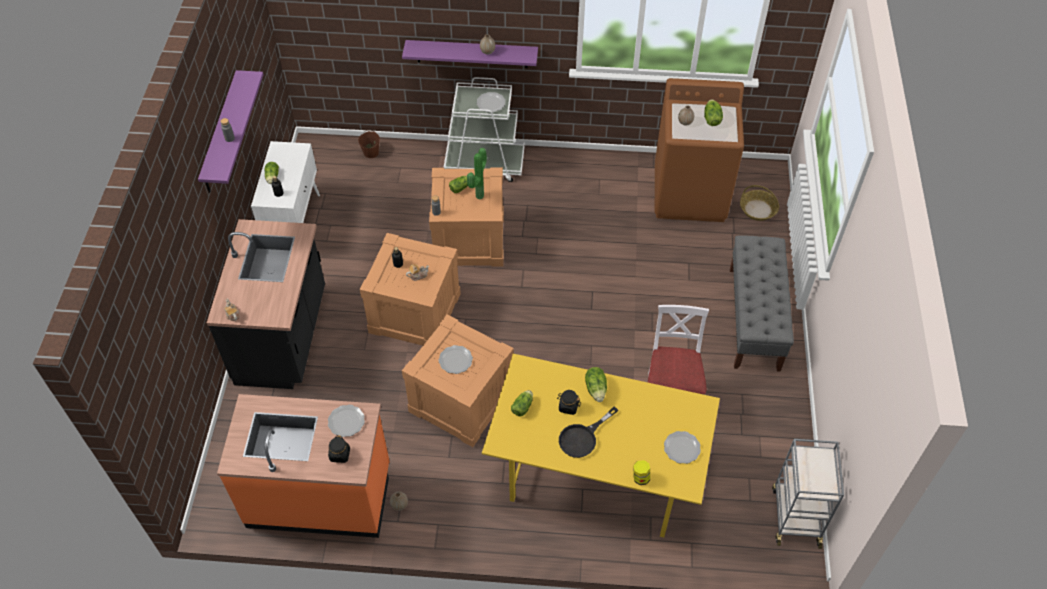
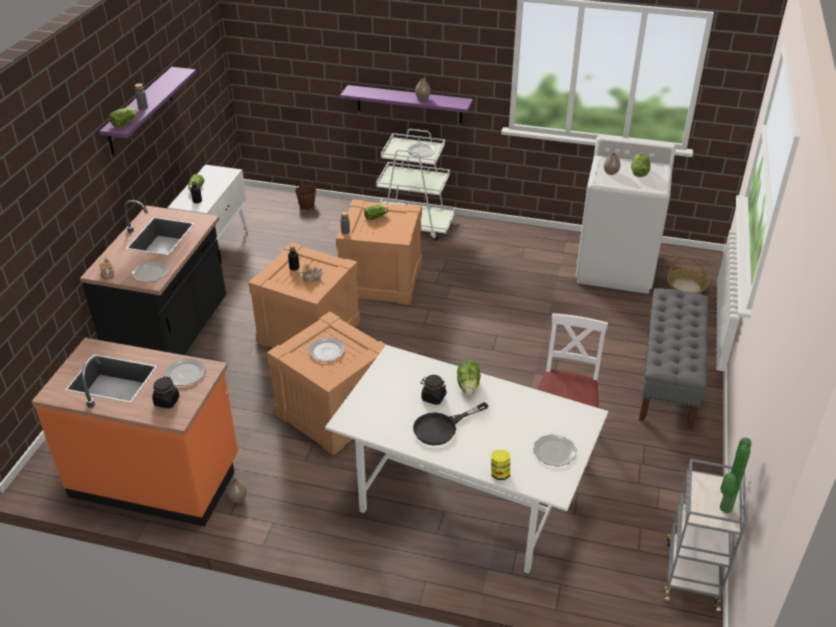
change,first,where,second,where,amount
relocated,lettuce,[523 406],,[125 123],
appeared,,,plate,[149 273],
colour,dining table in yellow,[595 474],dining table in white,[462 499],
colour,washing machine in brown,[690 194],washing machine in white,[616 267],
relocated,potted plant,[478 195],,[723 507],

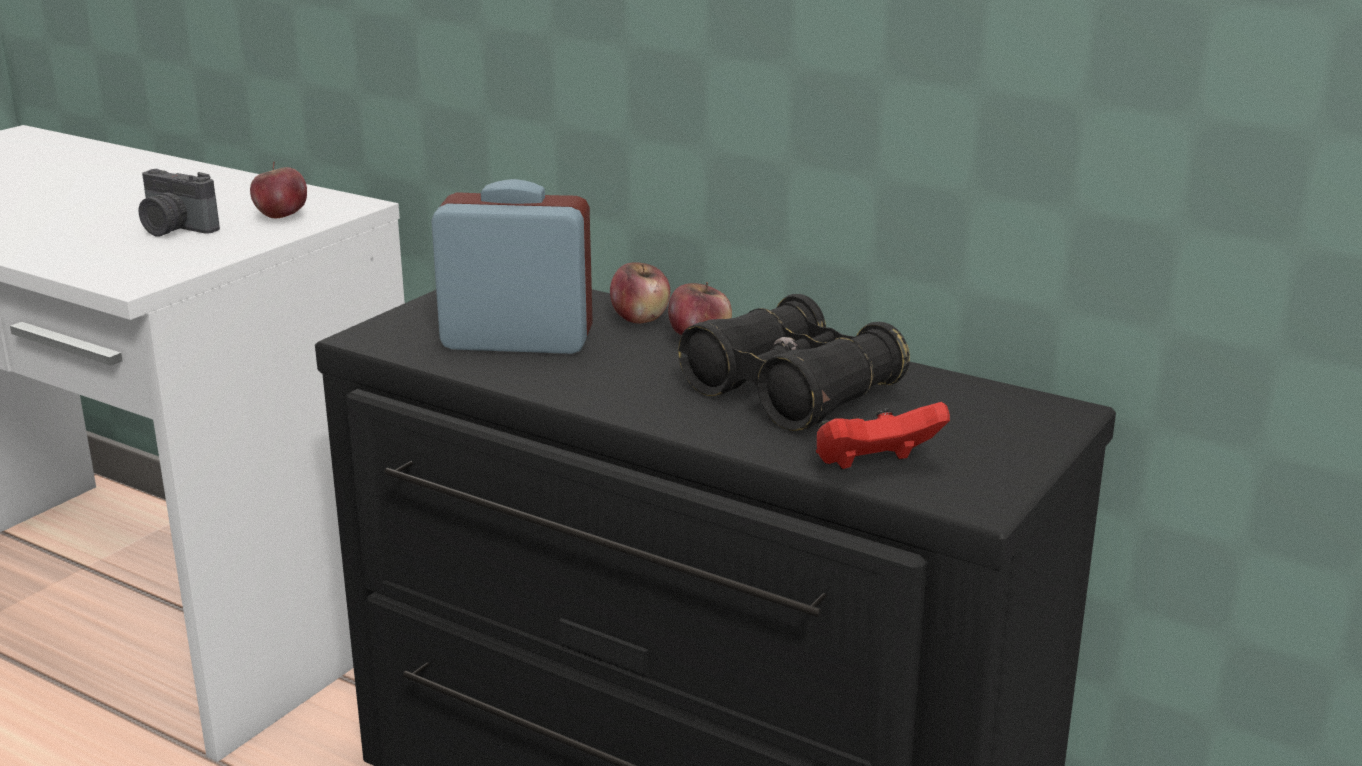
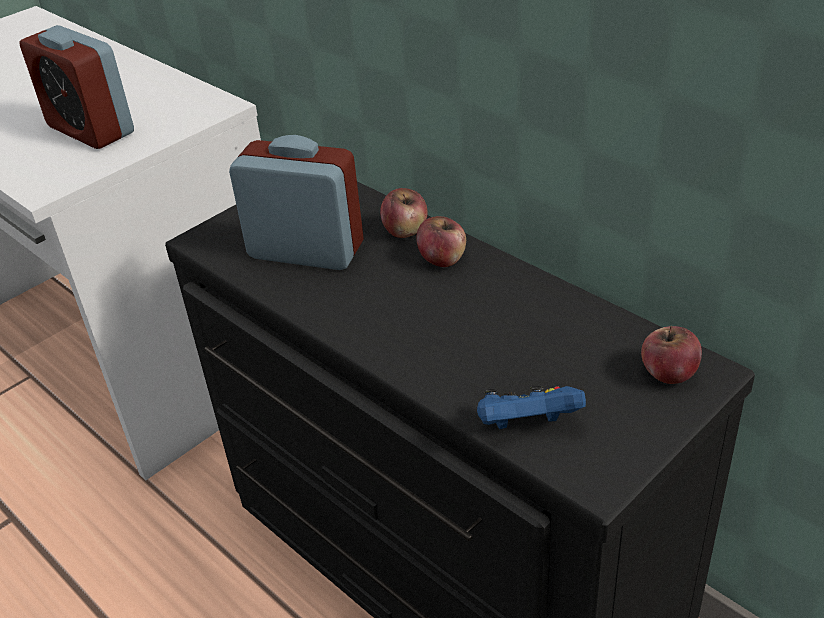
change,first,where,second,where,amount
exchanged,photo camera,[174 229],alarm clock,[91 130],
colour,game controller in red,[874 466],game controller in blue,[527 426],
relocated,apple,[281 216],,[668 373],
missing,binoculars in black,[792 392],,,

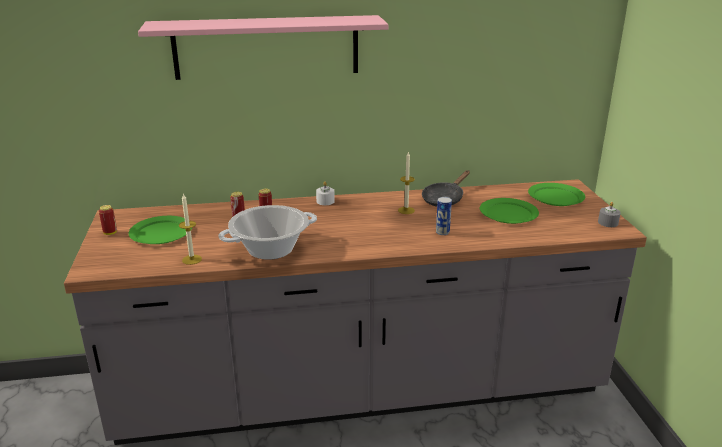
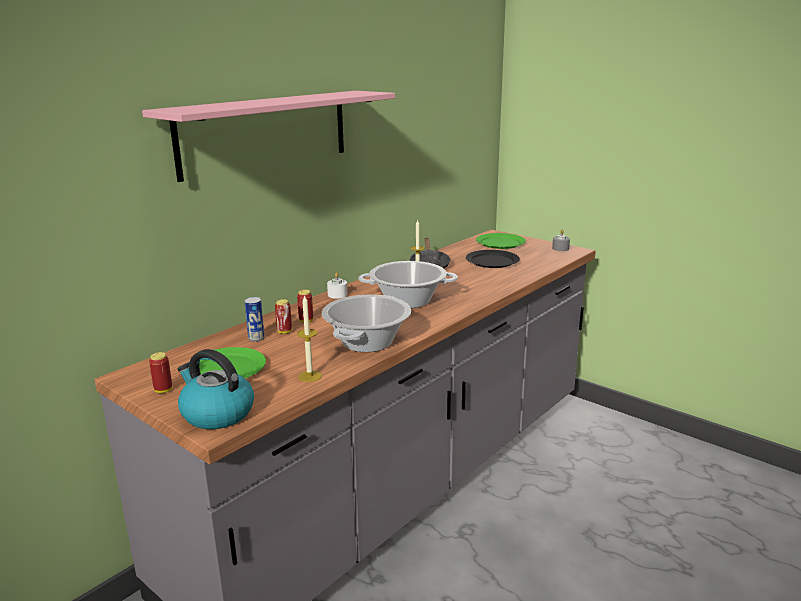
change,first,where,second,where,amount
appeared,,,kettle,[216 414],
relocated,can,[442 232],,[256 338],
appeared,,,cooking pot,[408 301],
colour,plate in green,[508 214],plate in black,[492 261],

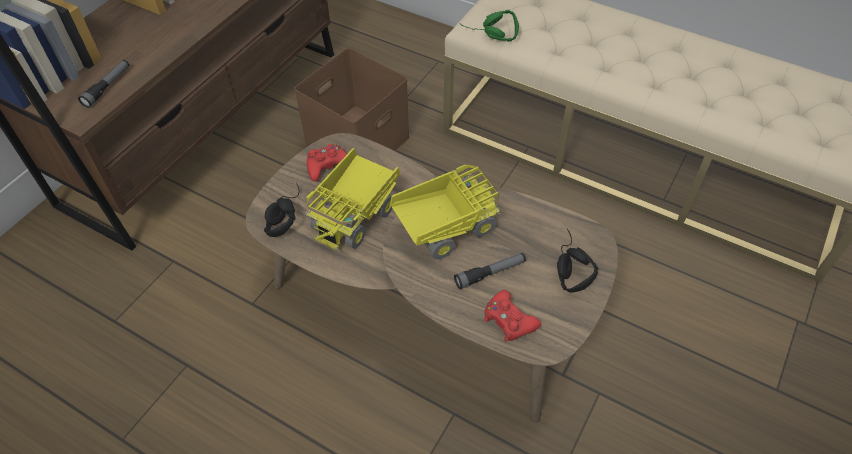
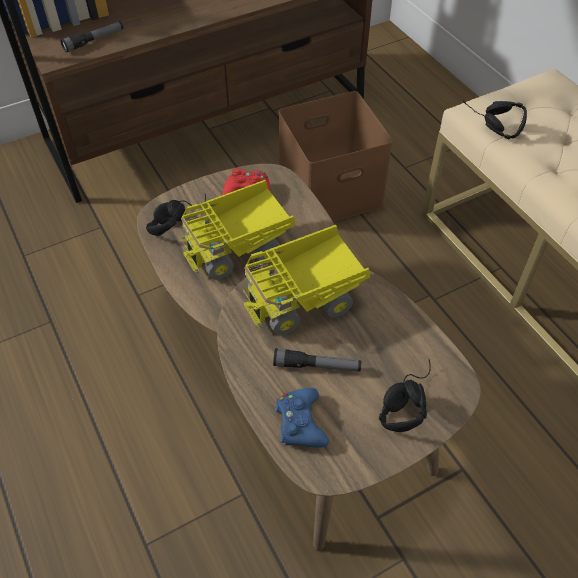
change,first,where,second,where,amount
spun,toy truck,[445 229],,[305 299],150 degrees clockwise
colour,game controller in red,[509 320],game controller in blue,[300 423],
colour,headphones in green,[488 36],headphones in black,[488 125],

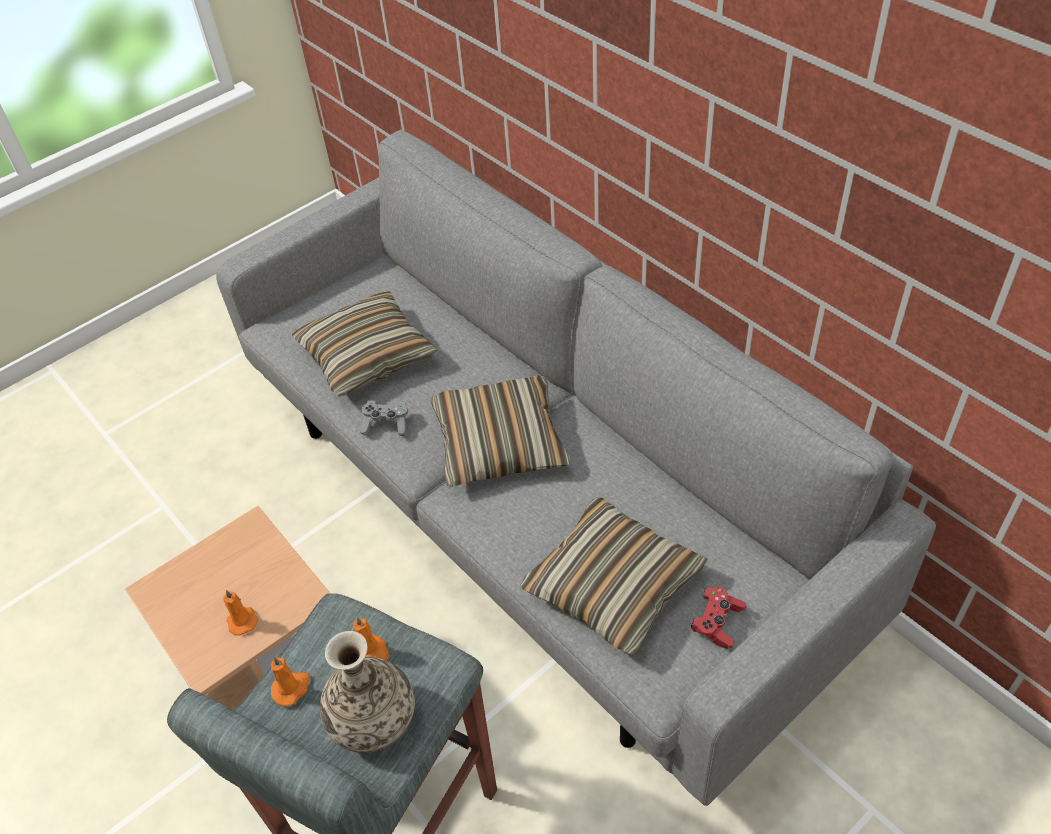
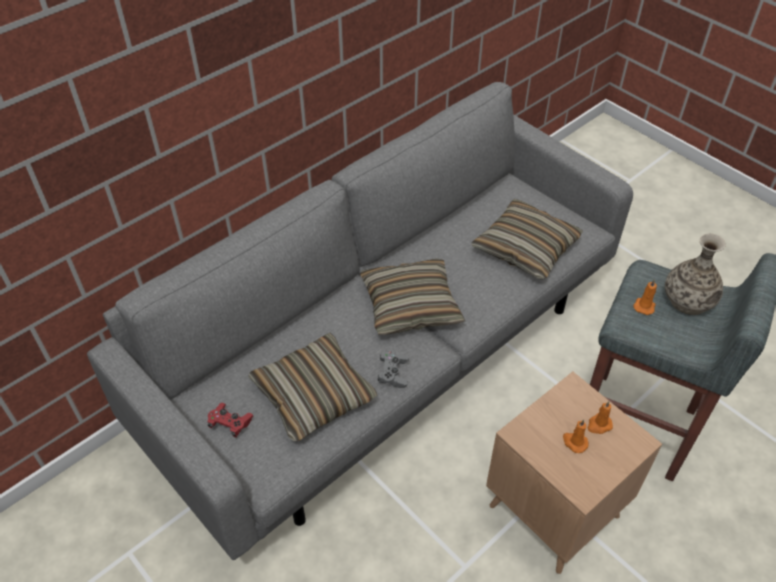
change,first,where,second,where,amount
relocated,game controller in red,[717 622],,[230 423],
relocated,candle in orange,[292 688],,[574 442],

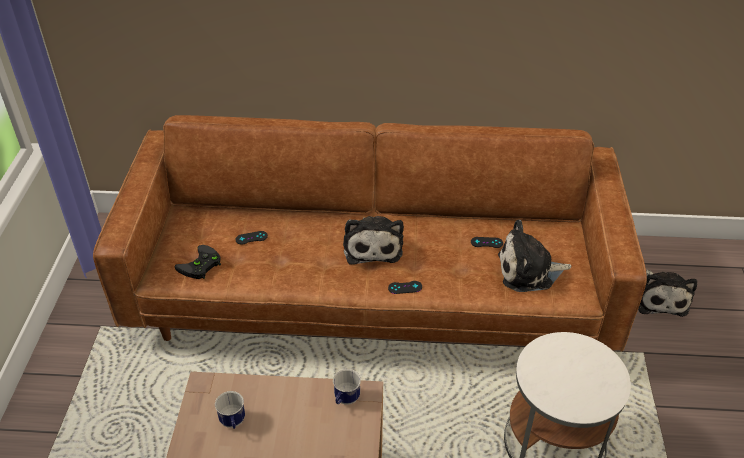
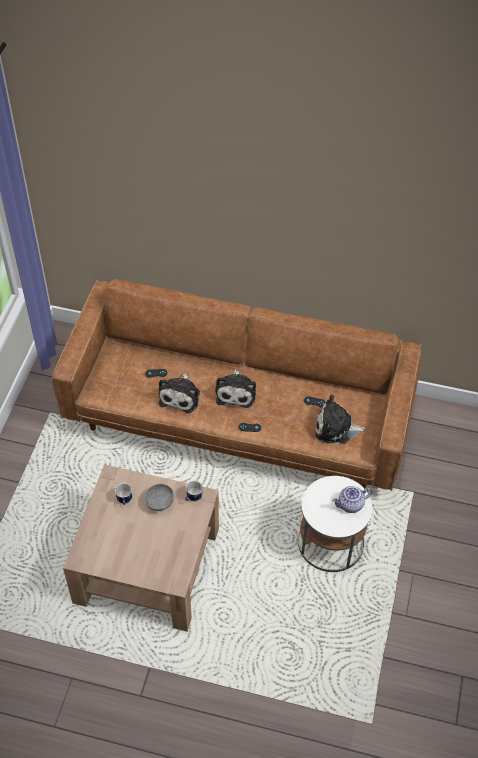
change,first,where,second,where,amount
appeared,,,bowl in grey,[159 502],
relocated,plush toy,[659 298],,[181 396],
appeared,,,teapot,[350 505],
missing,game controller in black,[200 266],,,

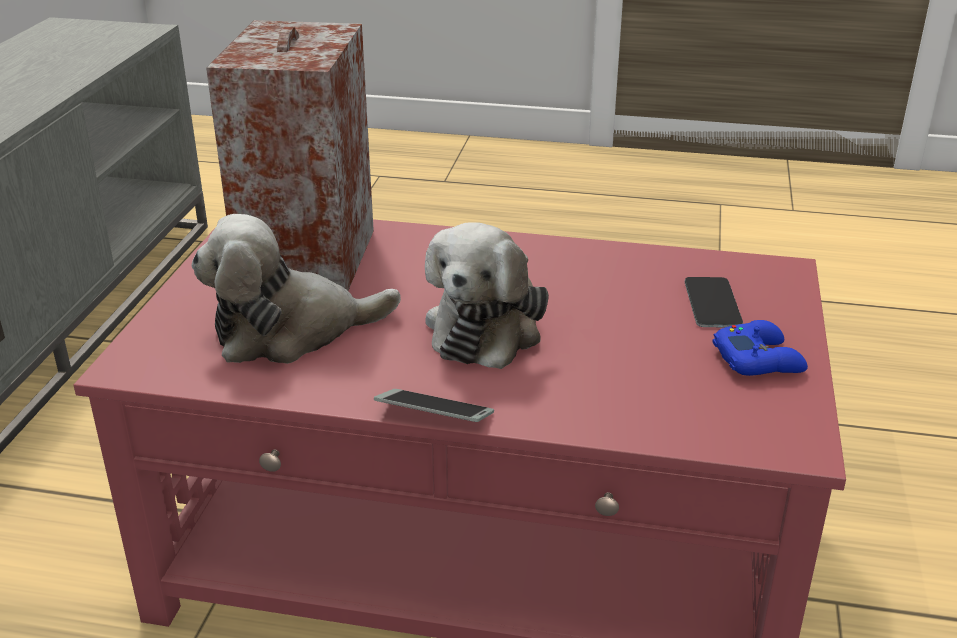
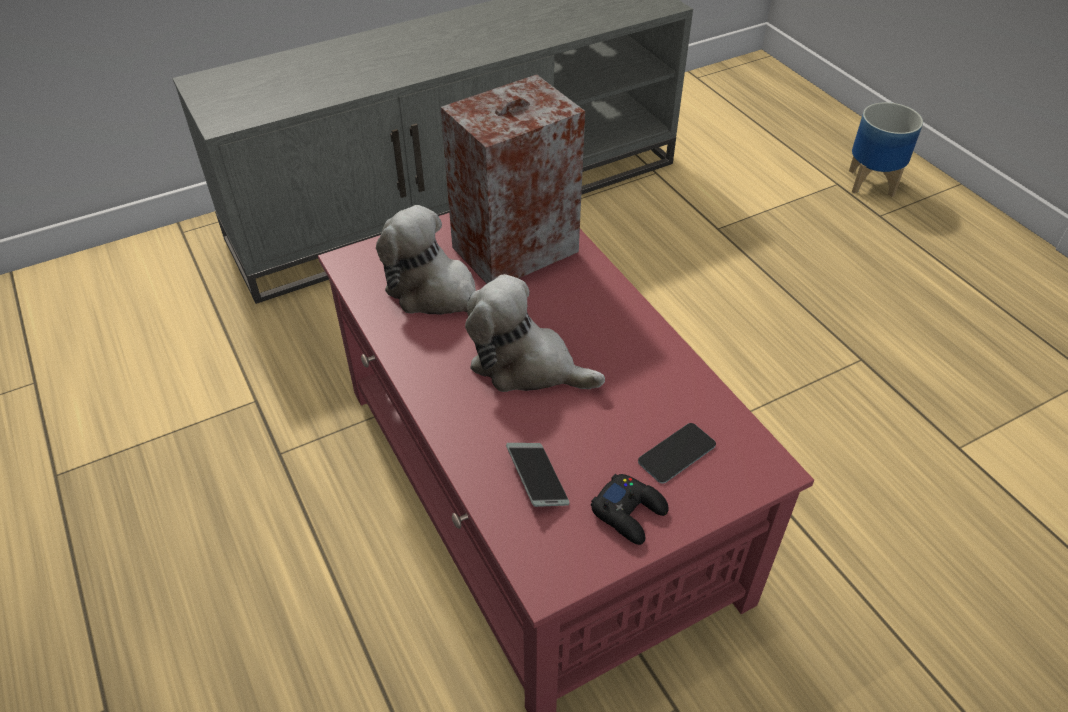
change,first,where,second,where,amount
spun,plush toy,[487 327],,[526 365],45 degrees clockwise
relocated,phone,[434 415],,[537 479],
colour,game controller in blue,[758 359],game controller in black,[629 513],
appeared,,,planter,[871 182],

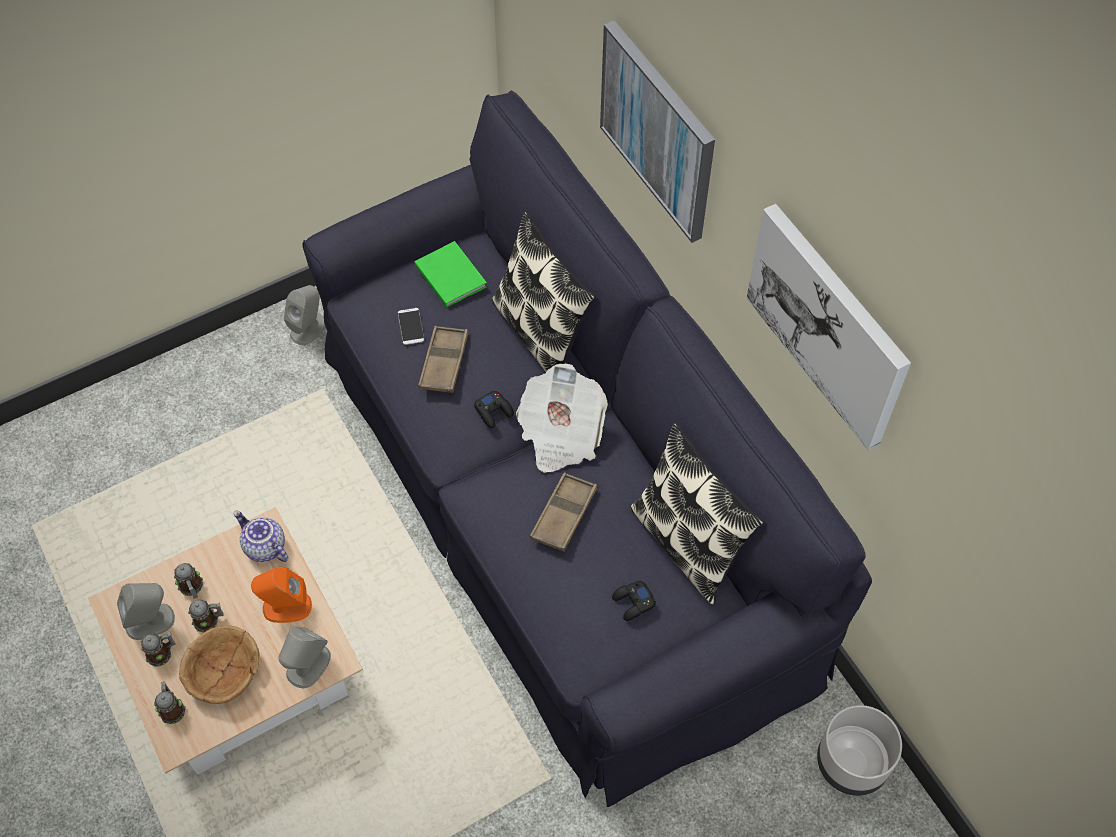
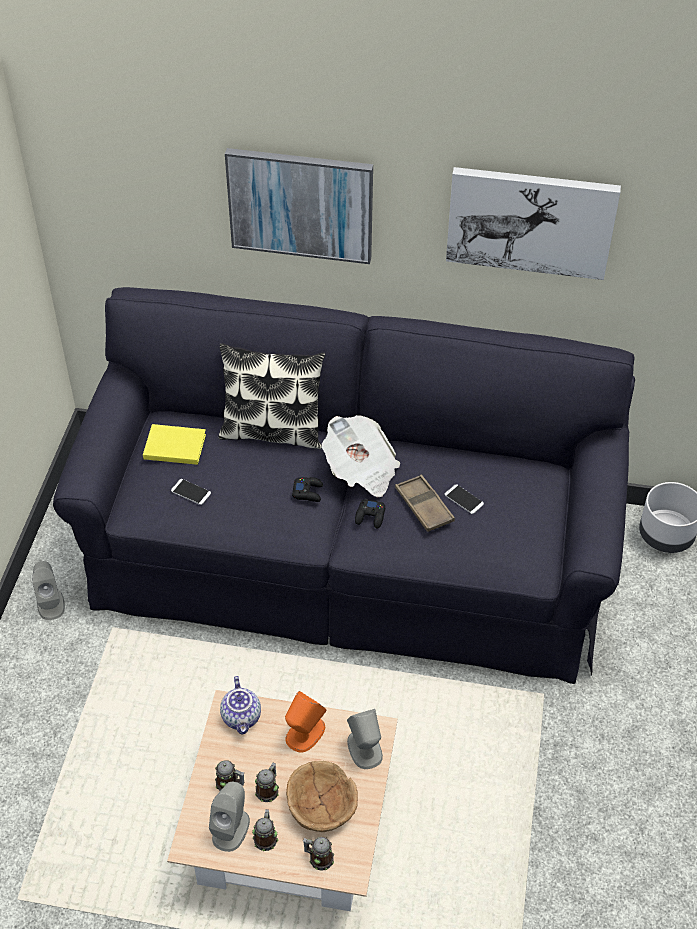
change,first,where,second,where,amount
colour,book in green,[450 274],book in yellow,[173 445],
spun,teapot,[264 547],,[242 717],90 degrees counterclockwise
relocated,game controller in black,[633 602],,[370 516],
appeared,,,phone,[464 499],
missing,tray in brown,[444 363],,,
missing,pillow,[688 543],,,

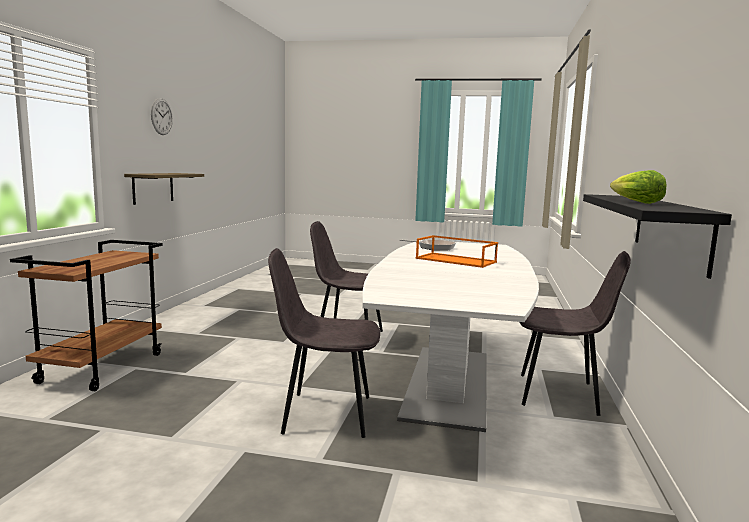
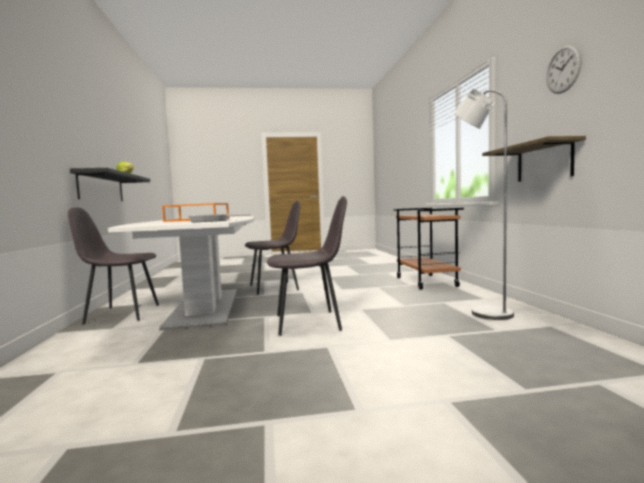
change,first,where,second,where,amount
appeared,,,floor lamp in grey,[484 313],

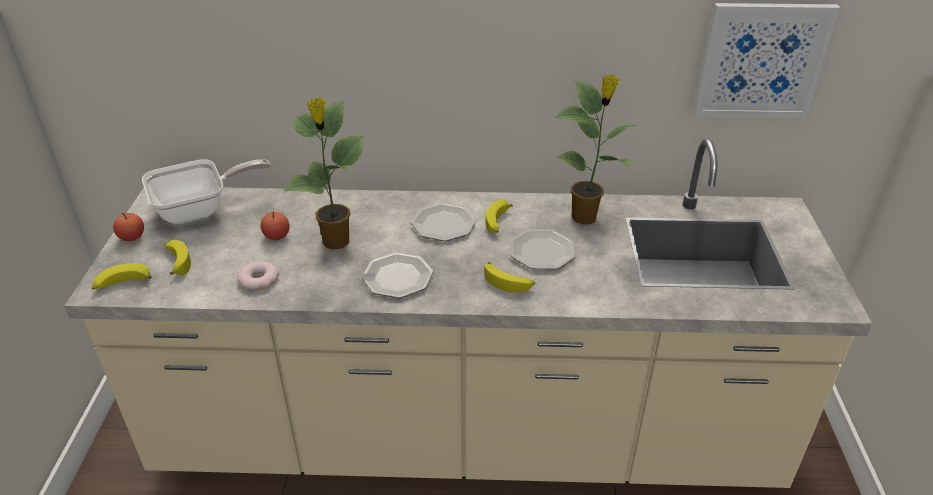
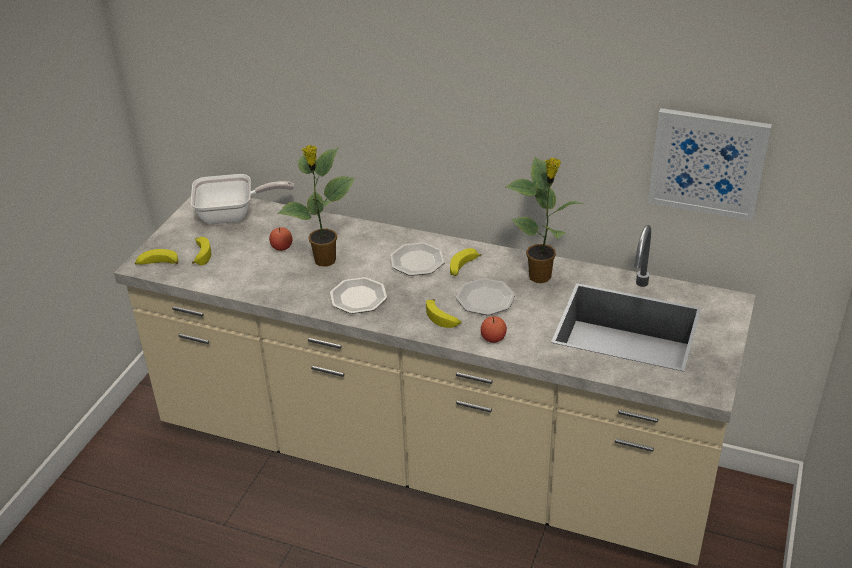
change,first,where,second,where,amount
relocated,apple,[132 237],,[493 338],
missing,donut,[259 279],,,

